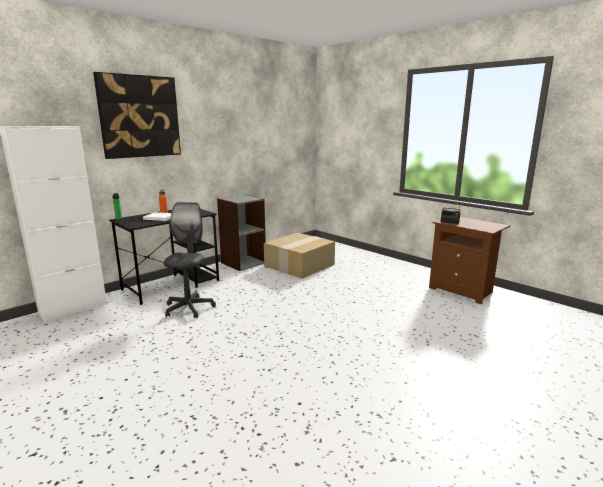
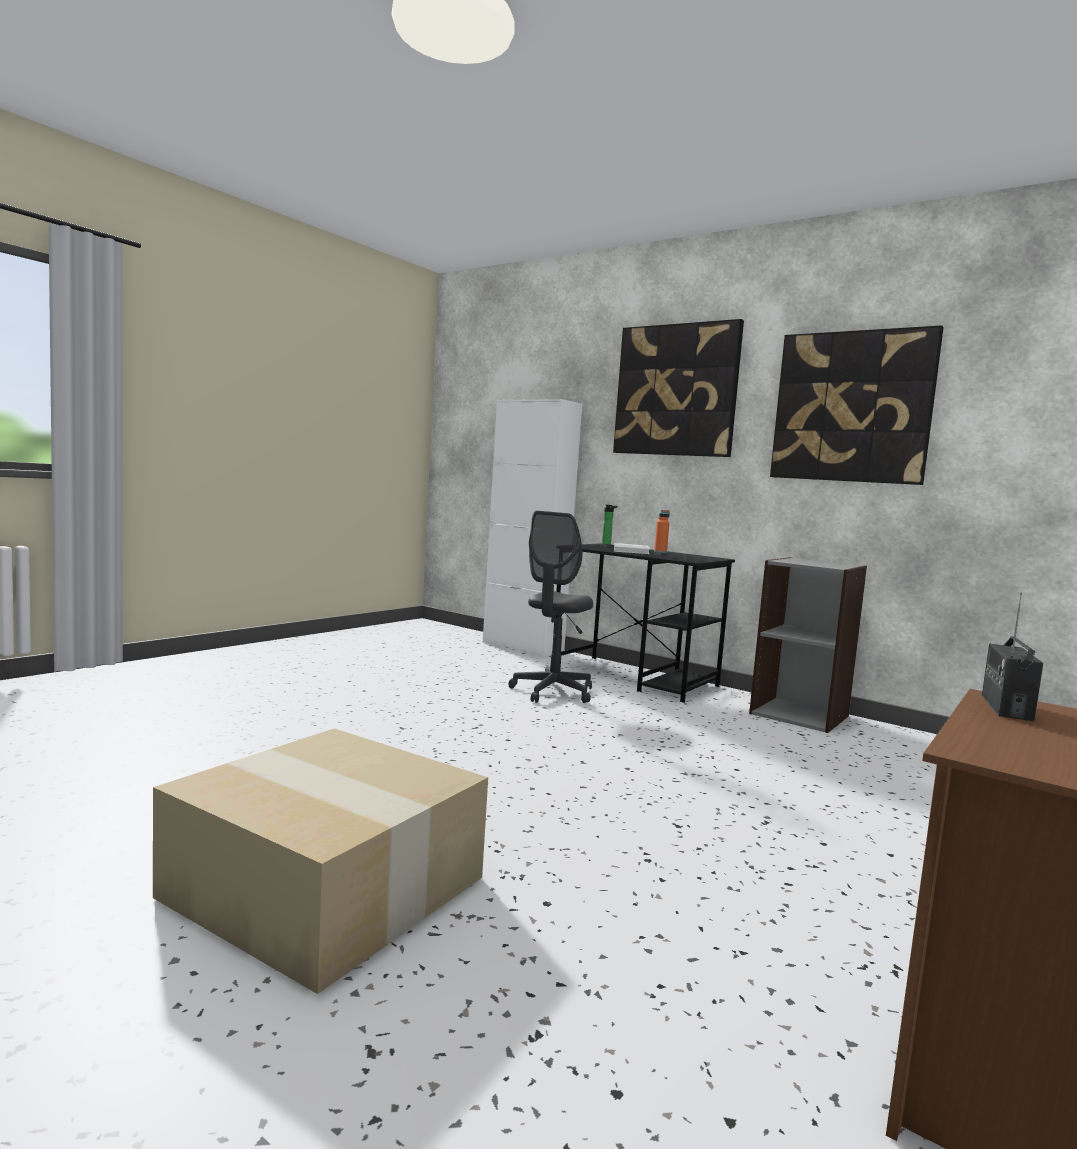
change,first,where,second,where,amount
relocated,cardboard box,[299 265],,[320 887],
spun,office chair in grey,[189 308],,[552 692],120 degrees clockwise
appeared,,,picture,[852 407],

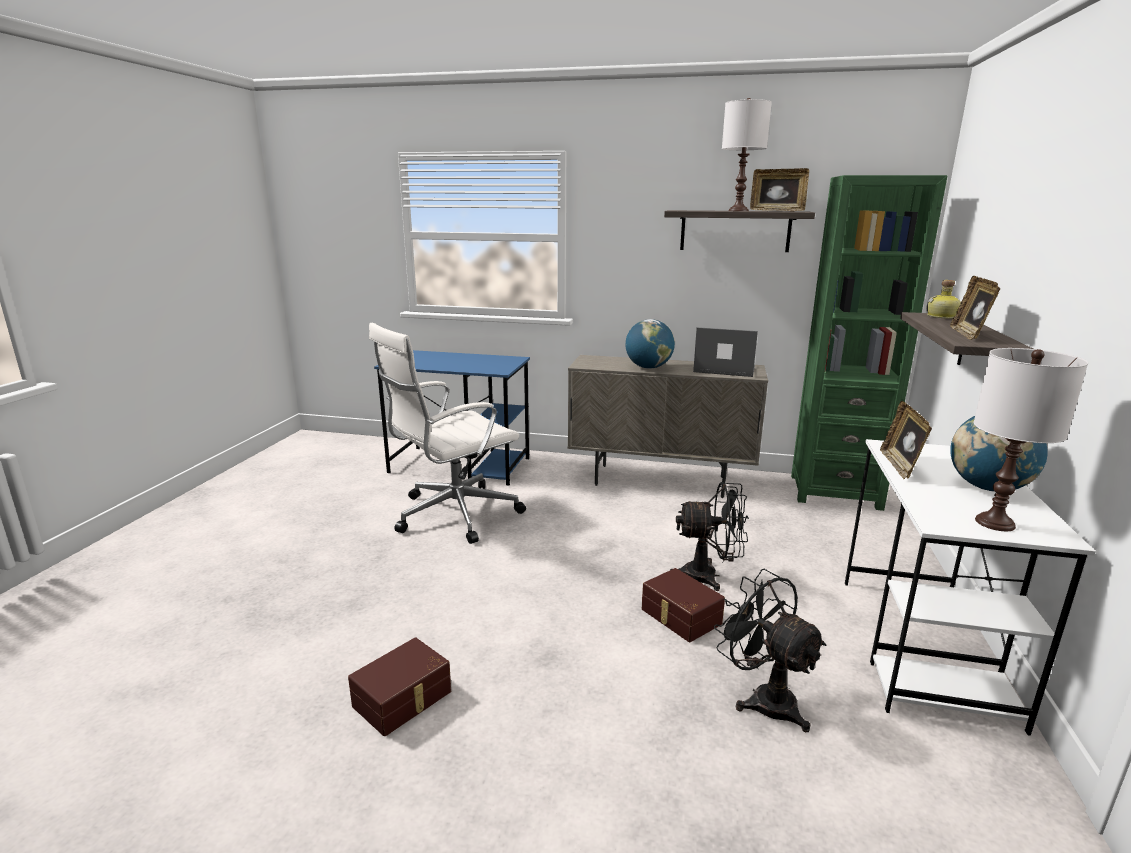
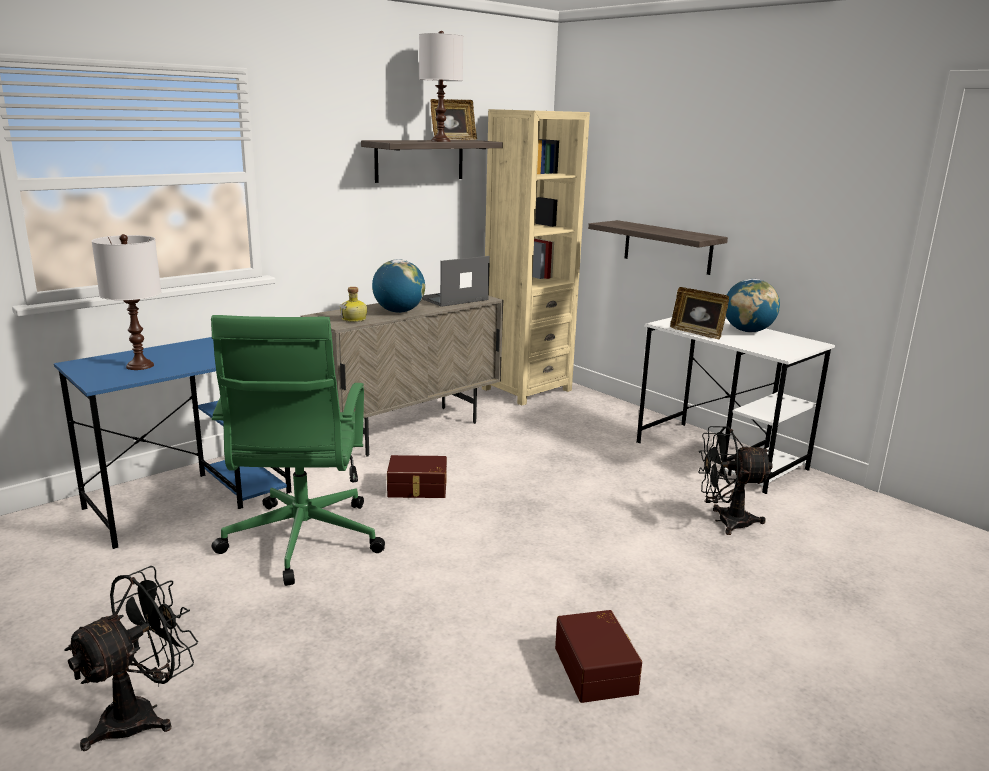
change,first,where,second,where,amount
relocated,fan in black,[709 576],,[142 714],
relocated,table lamp in white,[994 523],,[140 366],
colour,office chair in white,[453 514],office chair in green,[301 542],
relocated,bottle,[942 317],,[354 319],
relocated,storage box in brown,[680 617],,[417 489],
colour,bookcase in green,[834 492],bookcase in beige,[526 389],
missing,picture frame,[968 334],,,

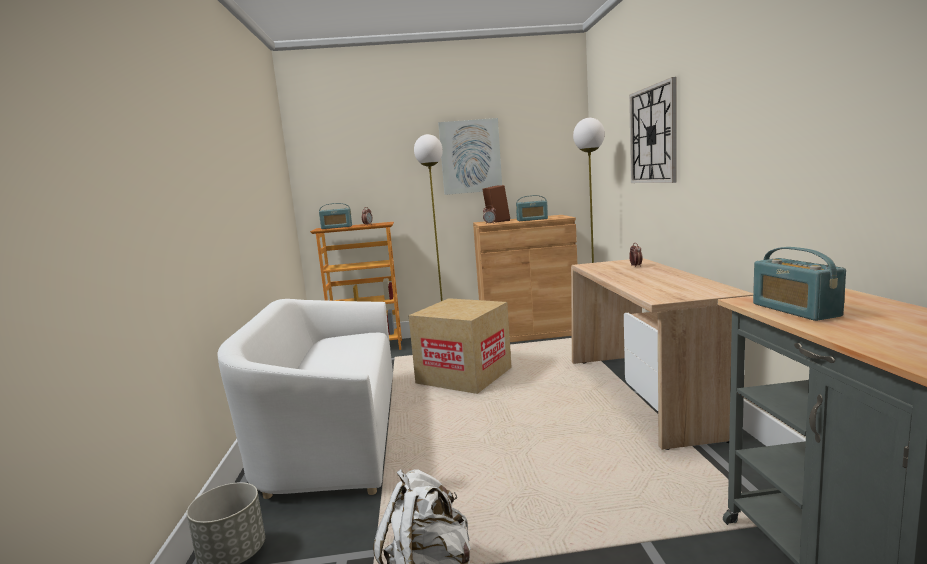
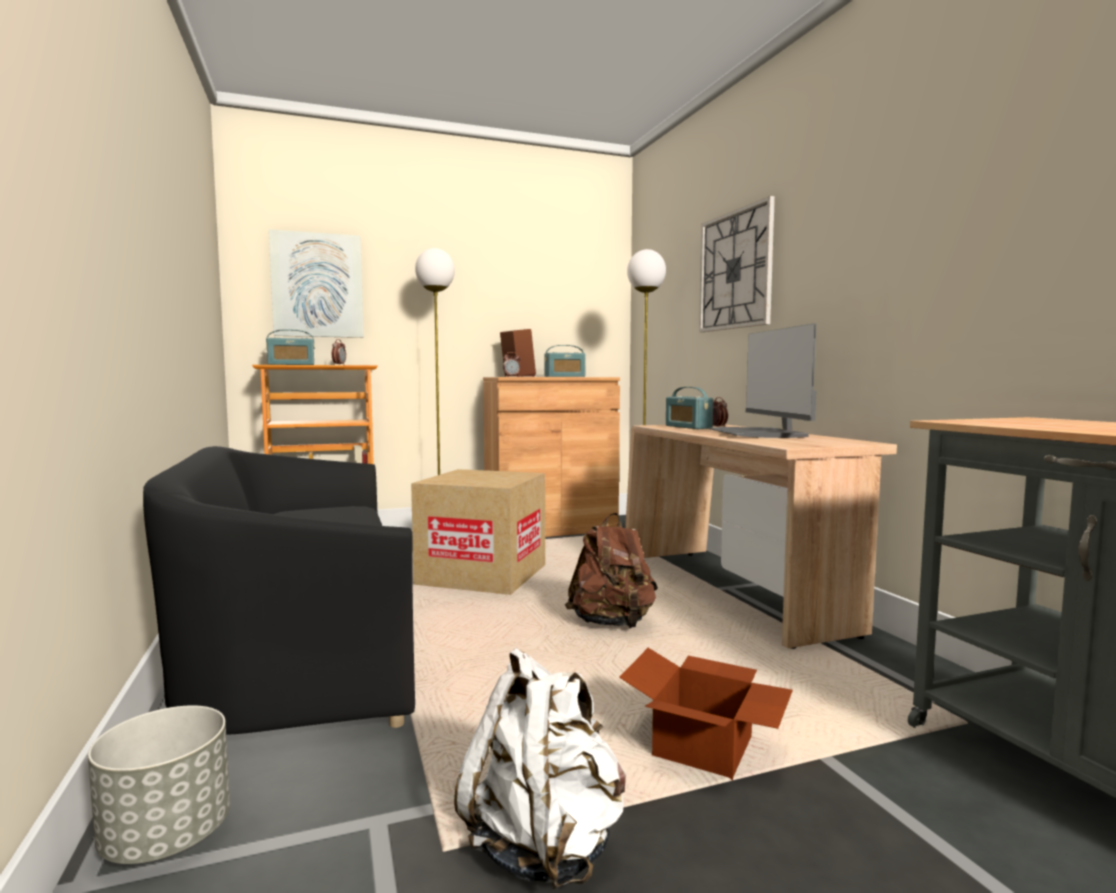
change,first,where,second,where,amount
colour,sofa in white,[331 432],sofa in black,[299 648],
relocated,picture,[470 156],,[317 285],
appeared,,,backpack in brown,[612 624],
appeared,,,cardboard box,[705 749],
relocated,radio,[795 310],,[688 427],
appeared,,,monitor,[759 434],

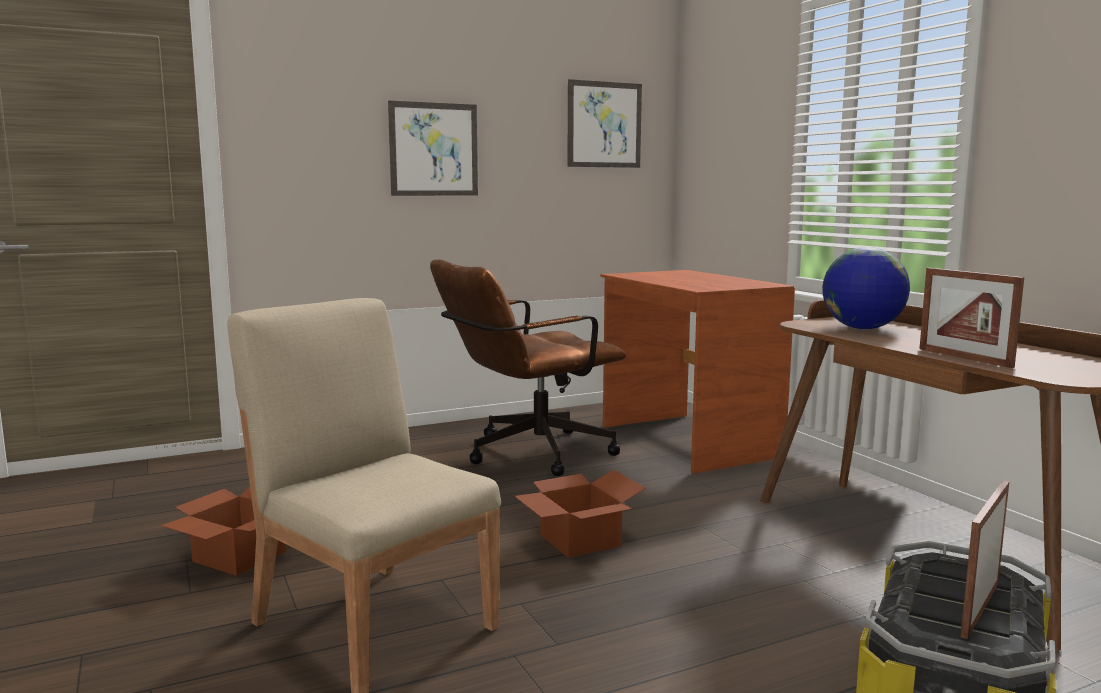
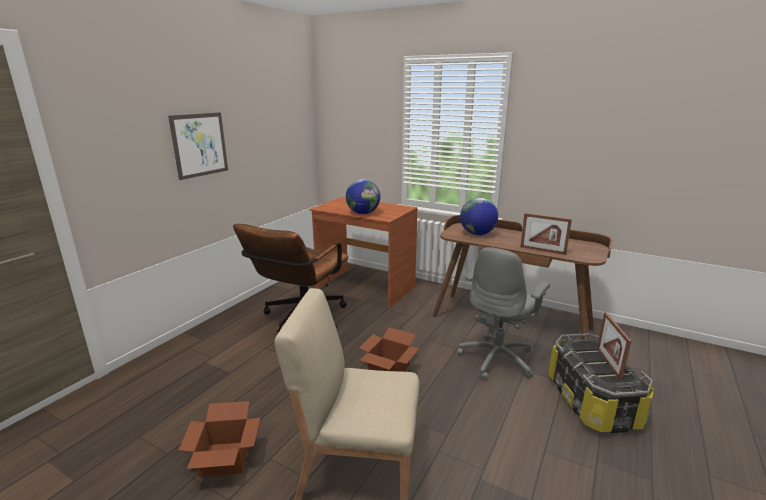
change,first,where,second,where,amount
appeared,,,globe,[363 213],
appeared,,,office chair in grey,[497 359],
missing,picture,[604 125],,,

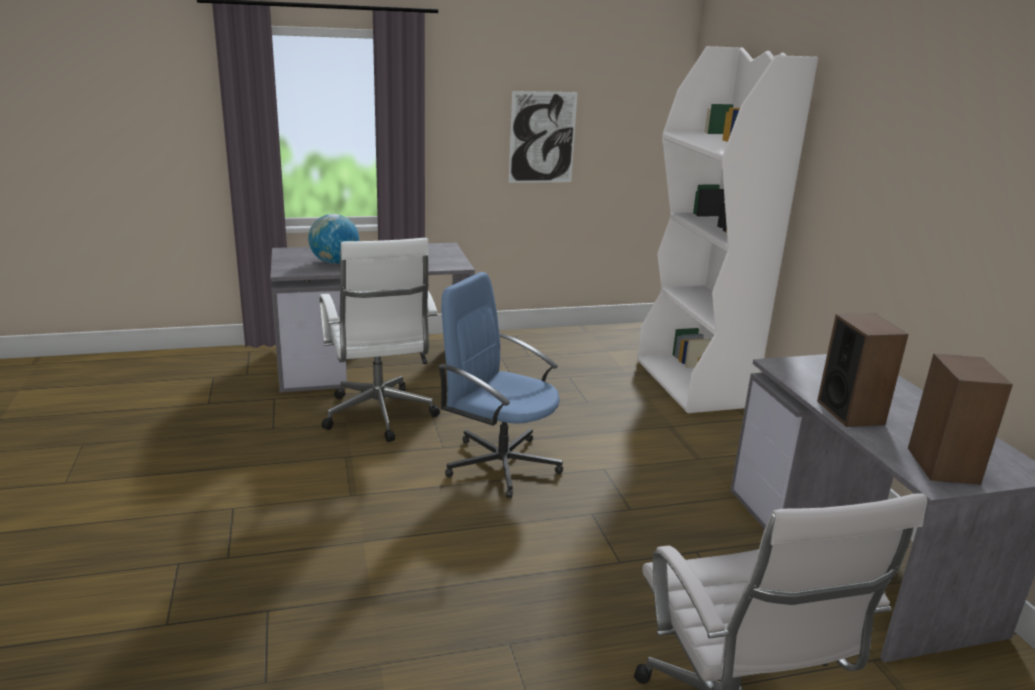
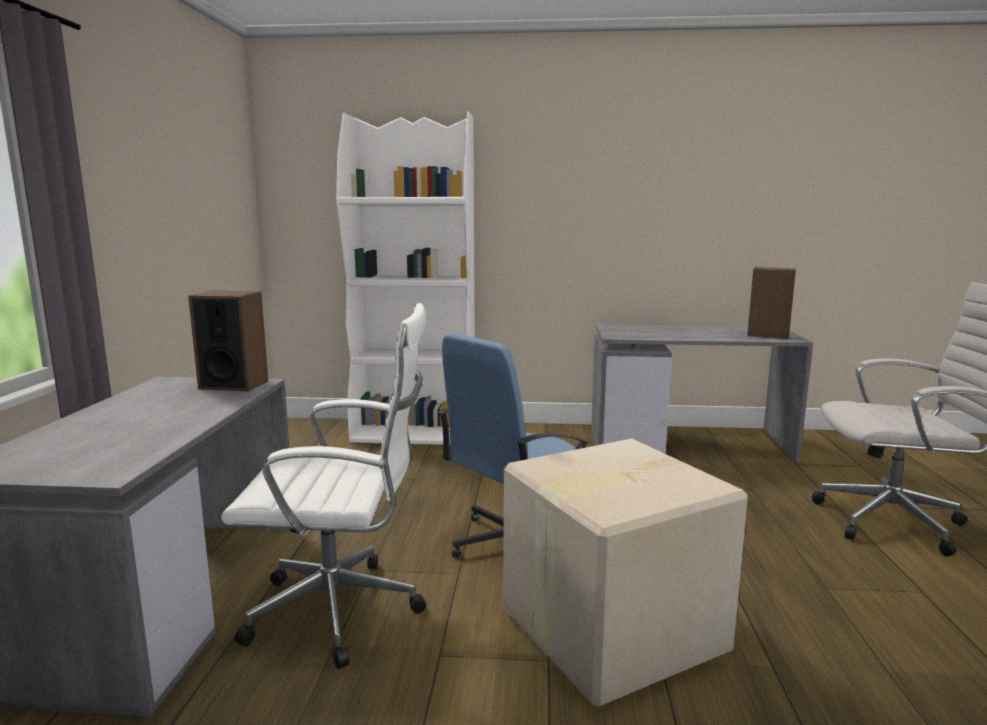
change,first,where,second,where,amount
relocated,speaker,[850 412],,[234 385],
appeared,,,cardboard box,[609 629],
missing,globe,[334 262],,,
missing,picture,[542 137],,,

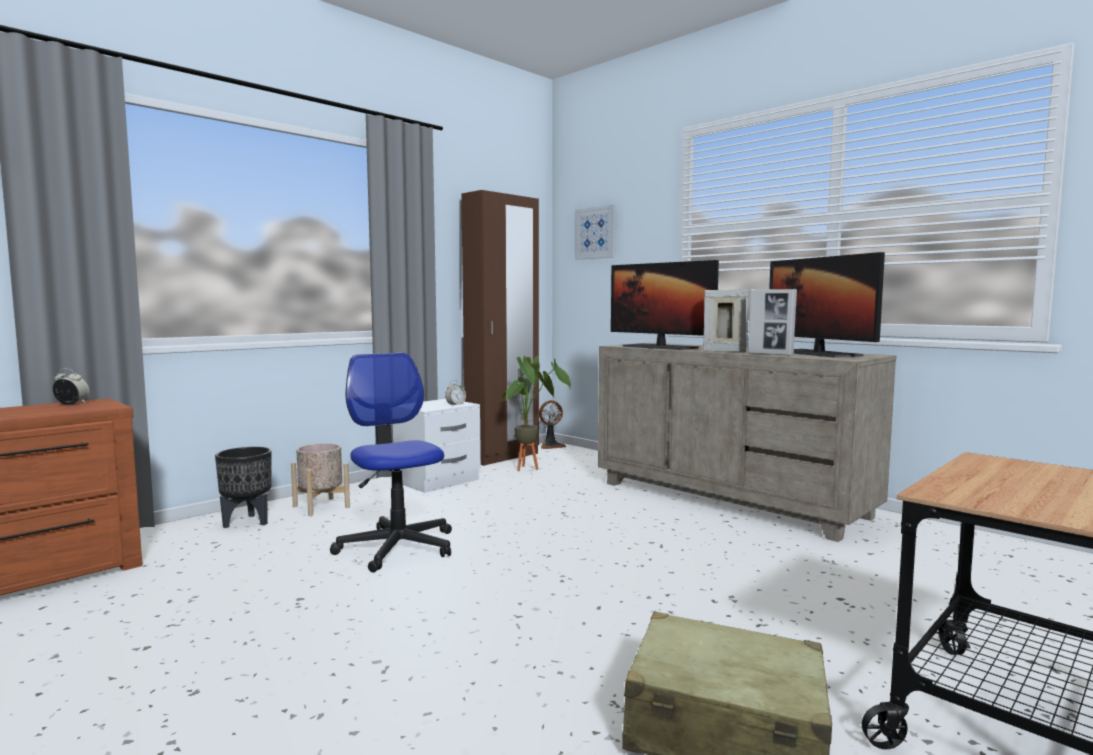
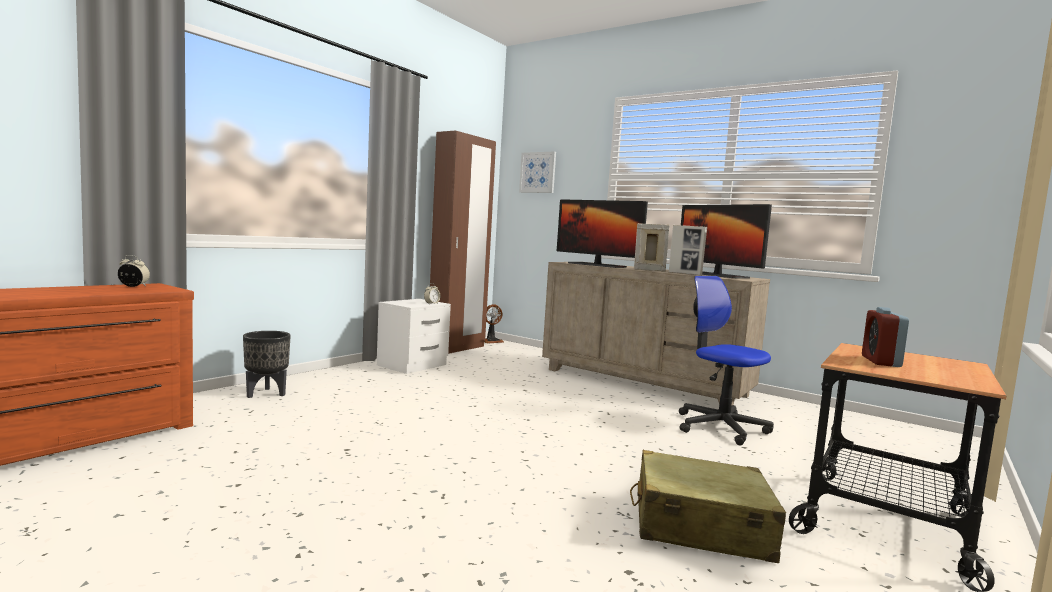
change,first,where,second,where,amount
relocated,office chair,[397 547],,[720 427],
appeared,,,alarm clock,[880 361],
missing,planter in beige,[321 507],,,
missing,potted plant,[531 468],,,

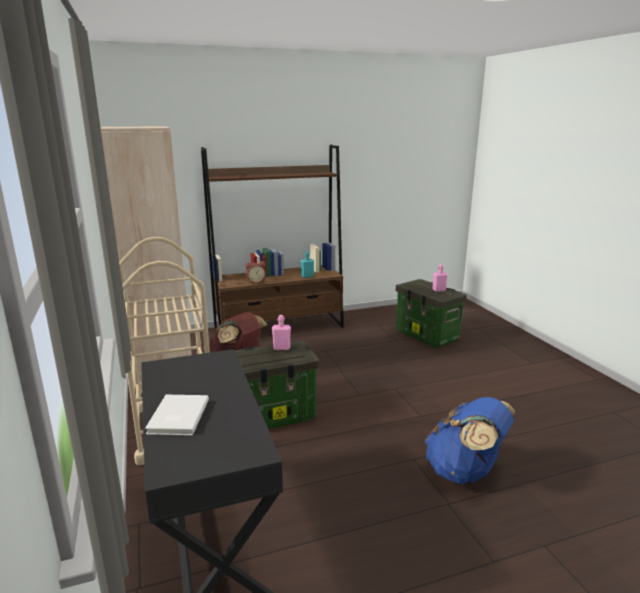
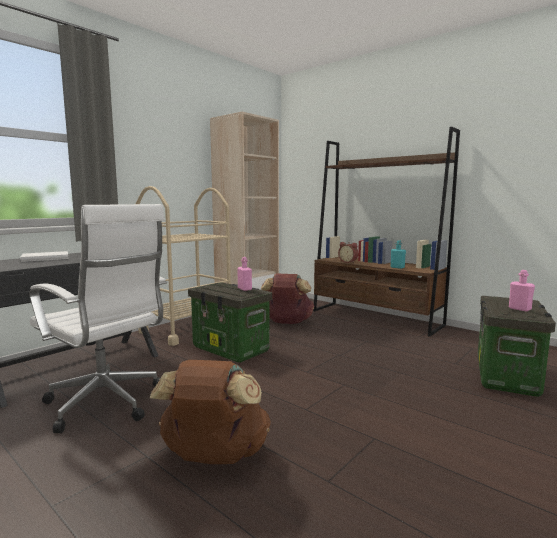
change,first,where,second,where,amount
appeared,,,office chair in white,[107 404],
colour,backpack in blue,[464 472],backpack in brown,[214 457],

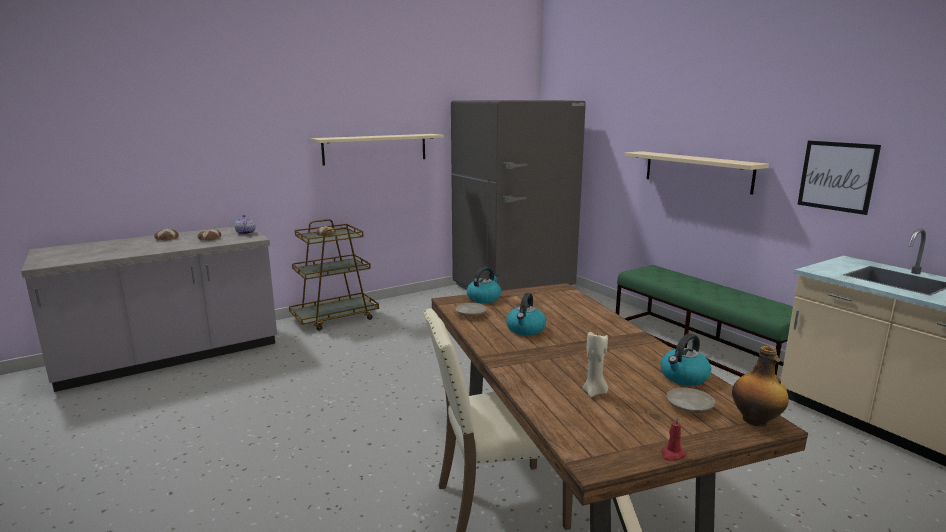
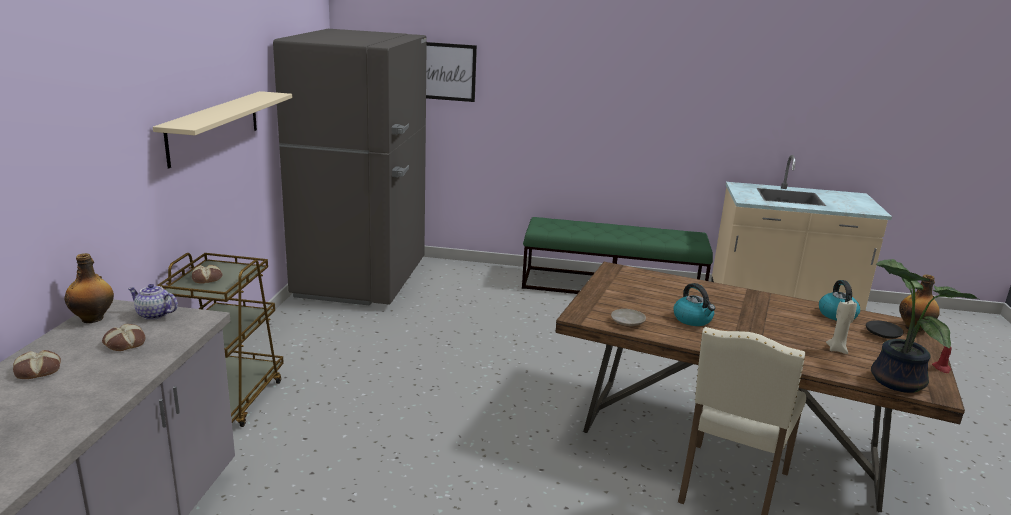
change,first,where,second,where,amount
appeared,,,bottle,[93 318],
relocated,picture,[837 176],,[448 72],
colour,plate in beige,[689 407],plate in black,[882 334],
appeared,,,potted plant,[893 380],
missing,kettle,[484 298],,,
missing,shelf in beige,[697 171],,,

